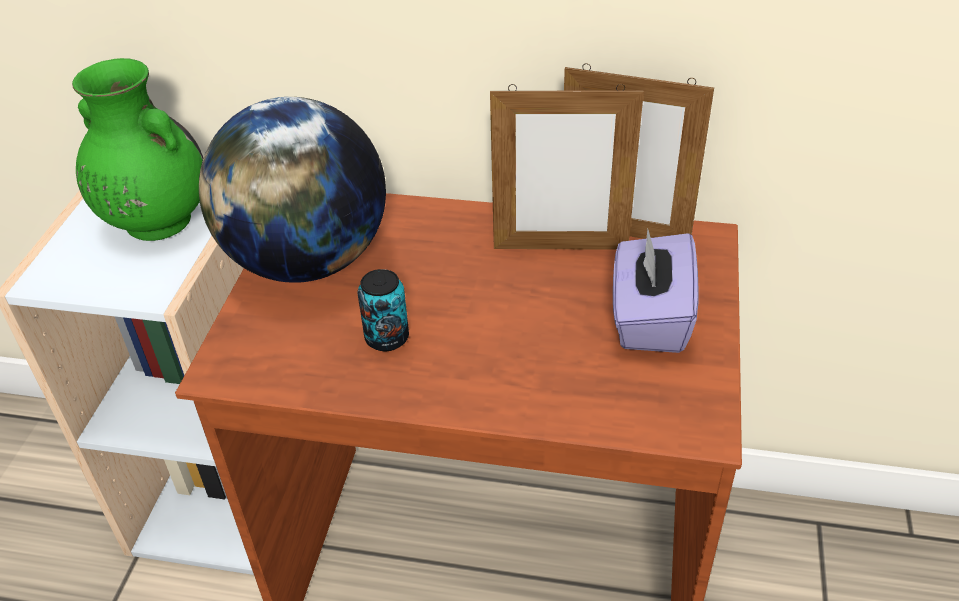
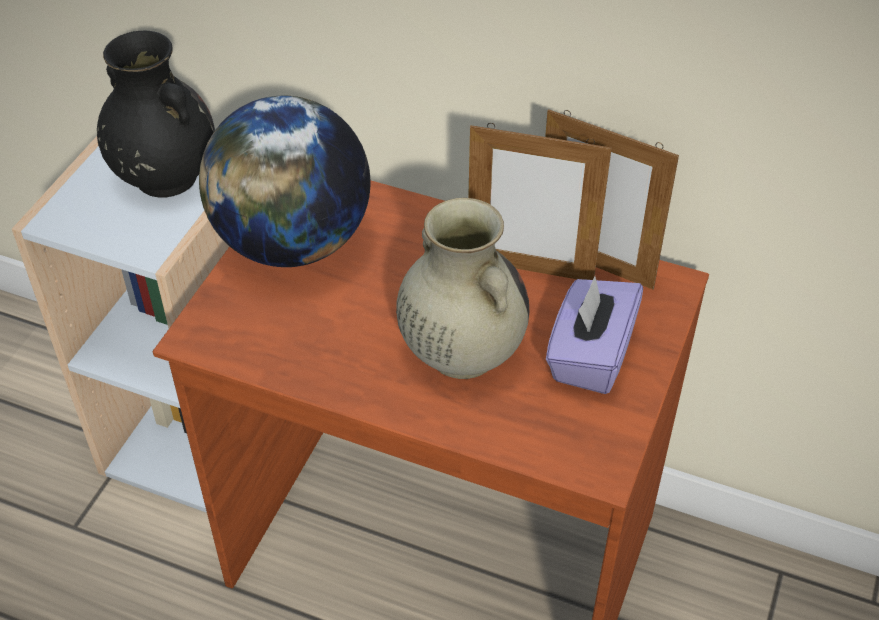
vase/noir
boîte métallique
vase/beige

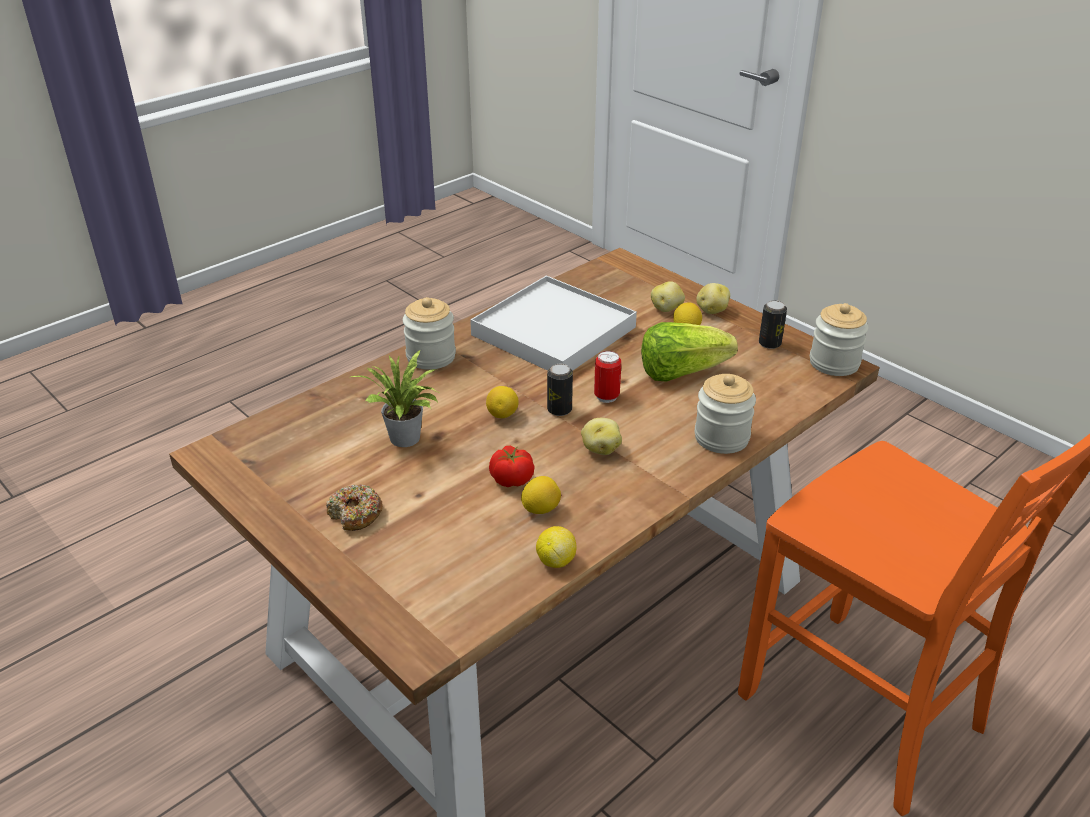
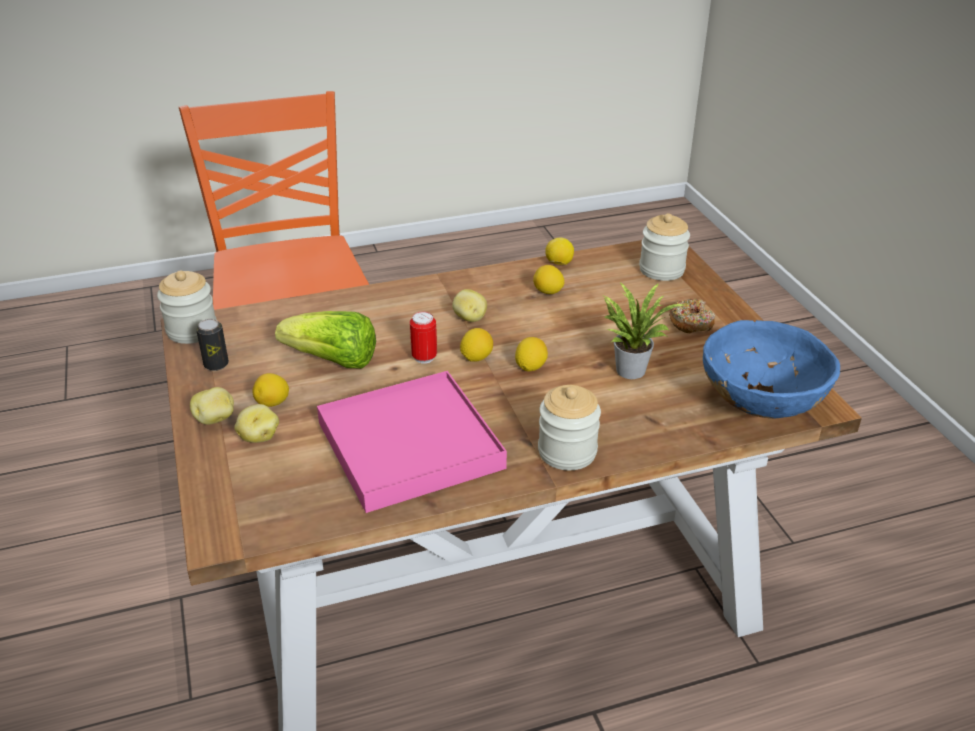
plateau/rose
tomate
citron (no. 2 from left)
bocal (no. 3 from left)
bol/bleu

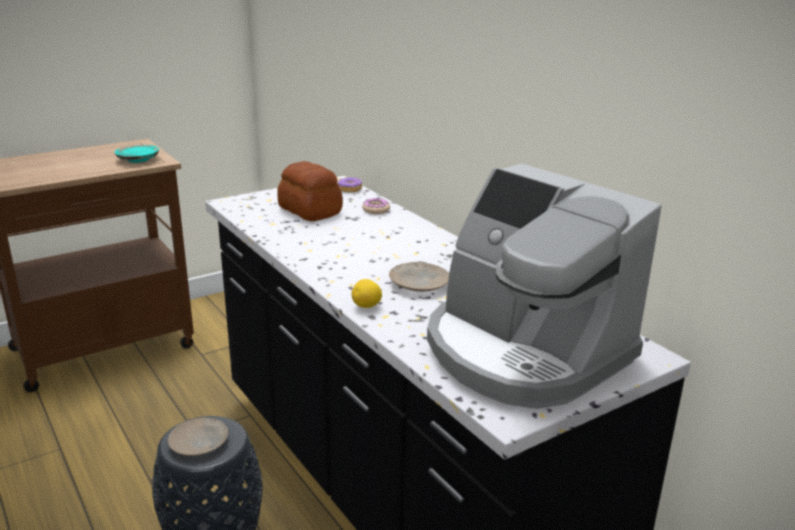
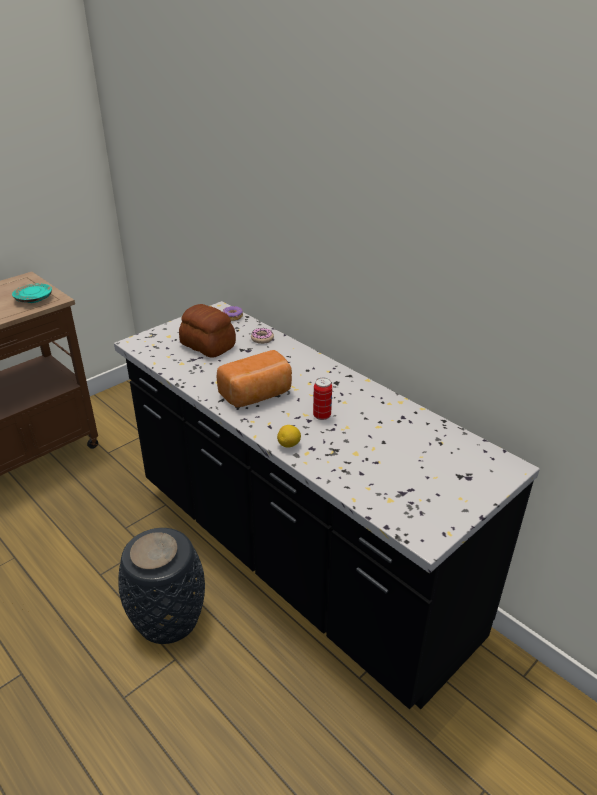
boîte métallique
machine à café
pain (no. 2 from left)

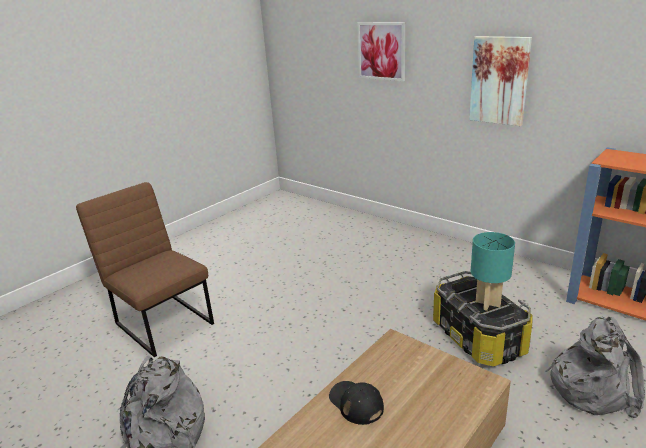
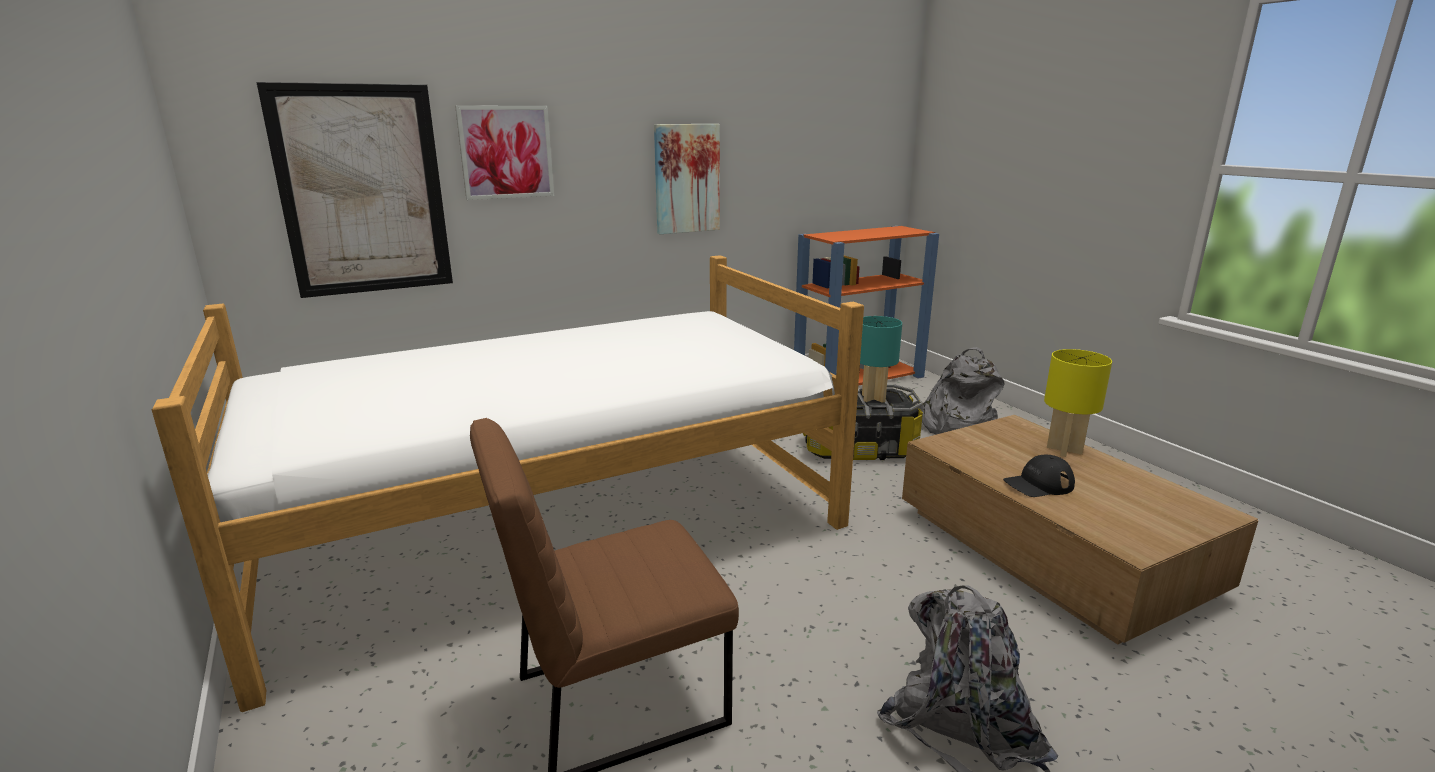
lit
tableau (no. 1 from left)
lampe de table/jaune

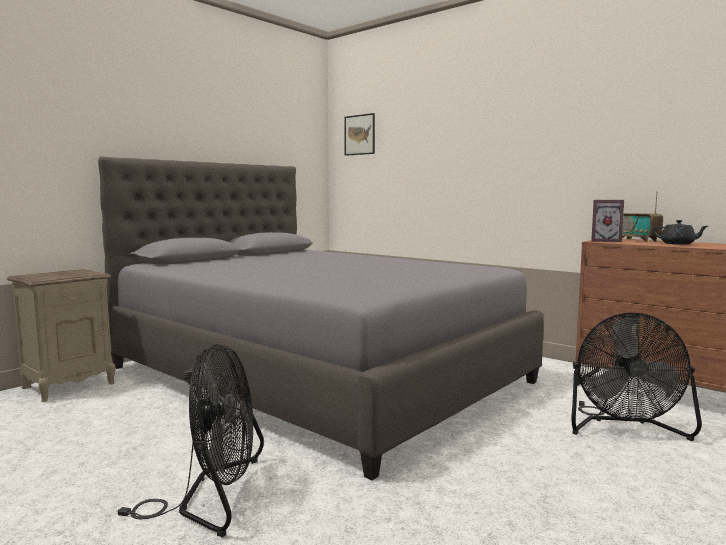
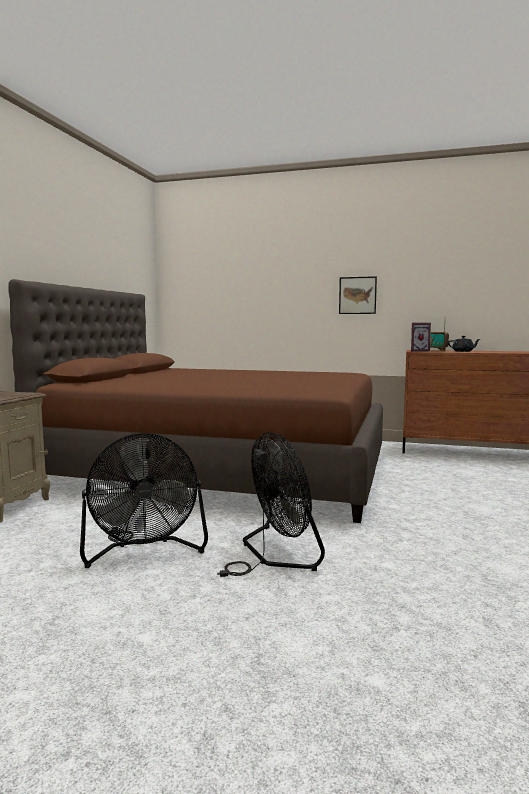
lit/marron
tableau
ventilateur/noir (no. 1 from left)

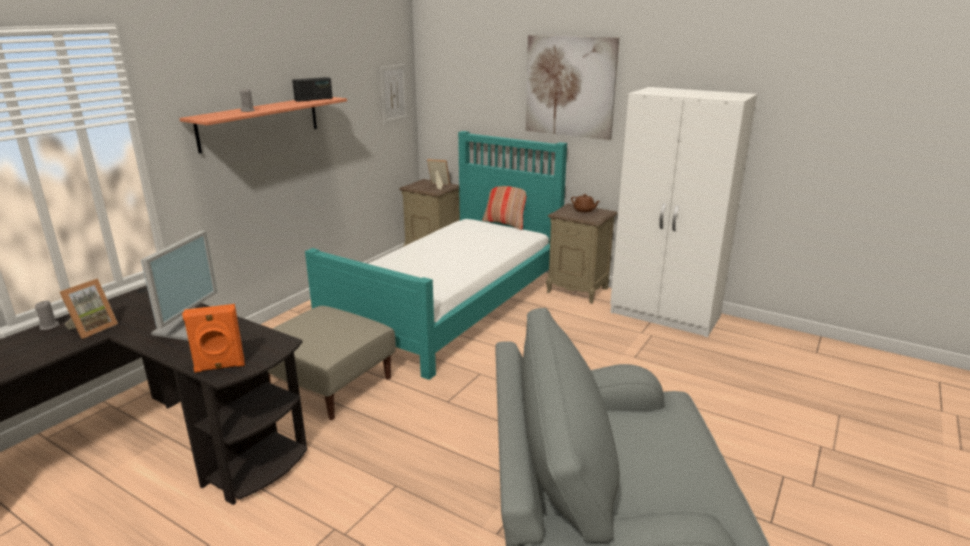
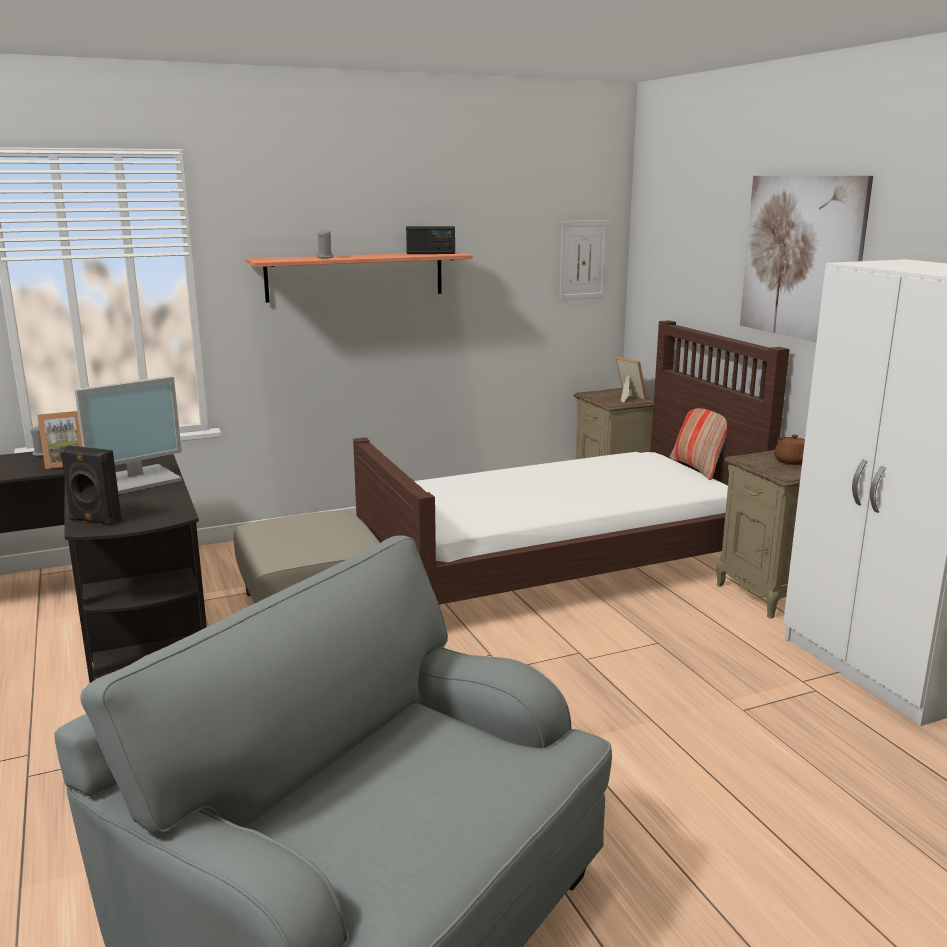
enceinte/noir
lit/marron

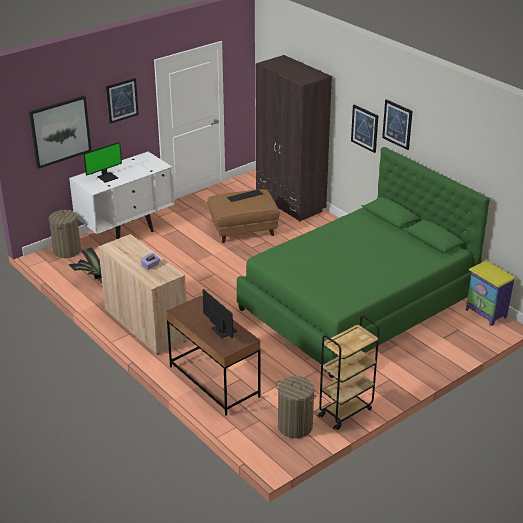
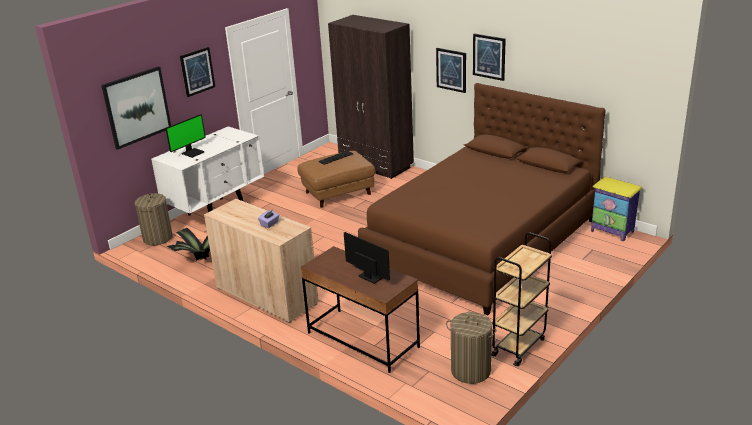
lit/marron

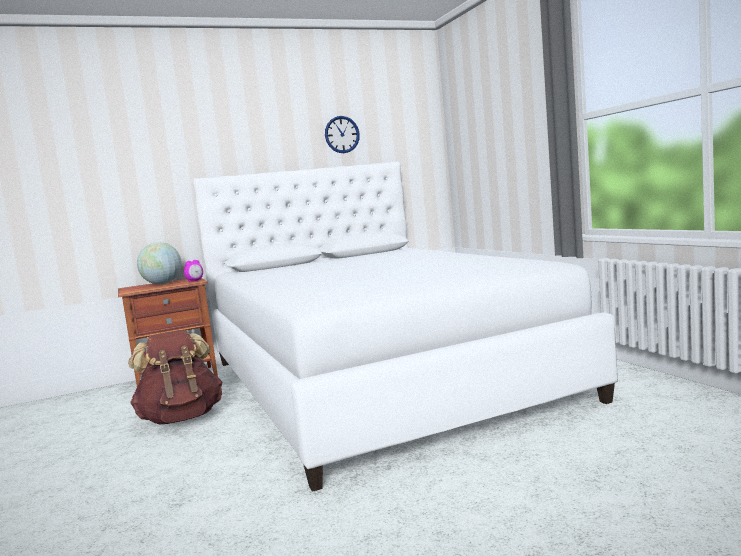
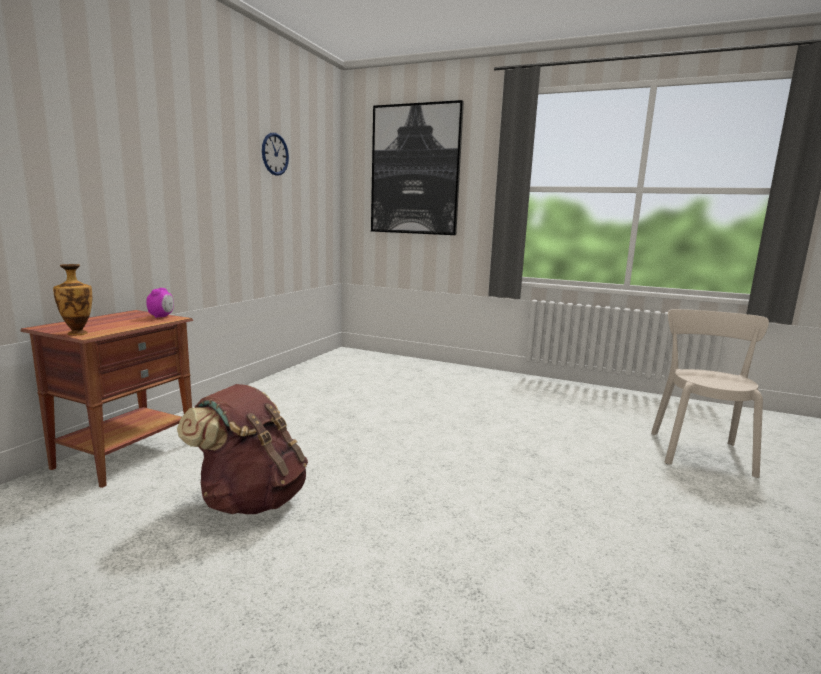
globe
lit/blanc
vase
tableau
chaise/beige

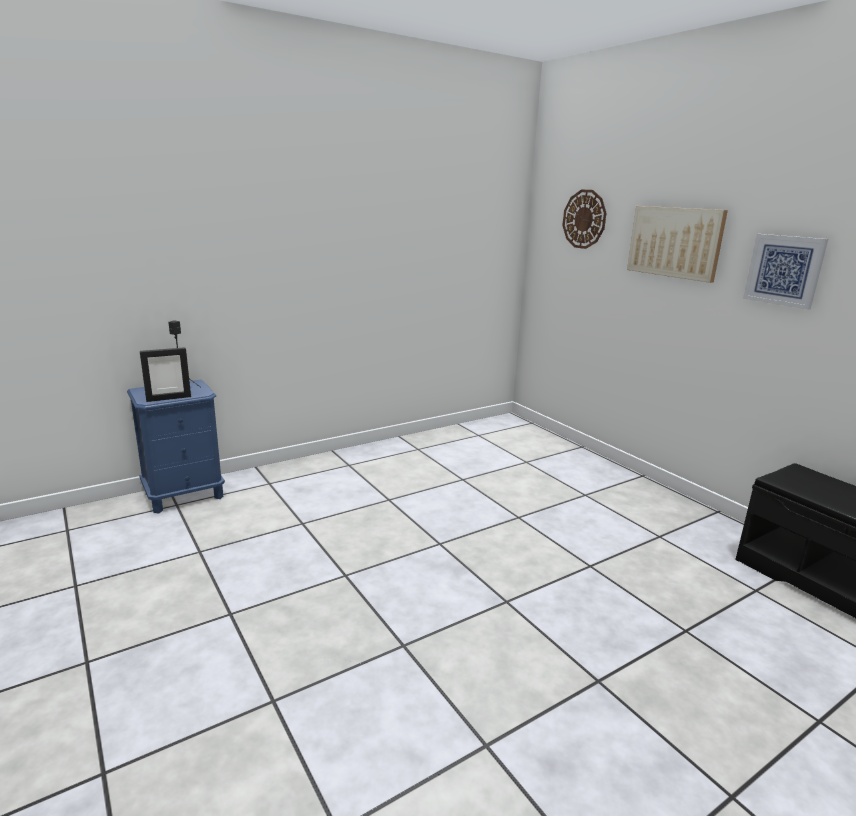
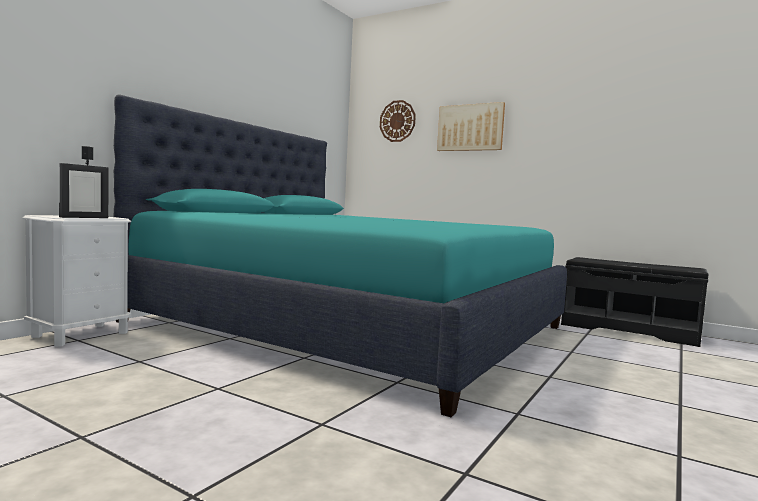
table de chevet/blanc
tableau (no. 2 from left in the first image)
lit/turquoise

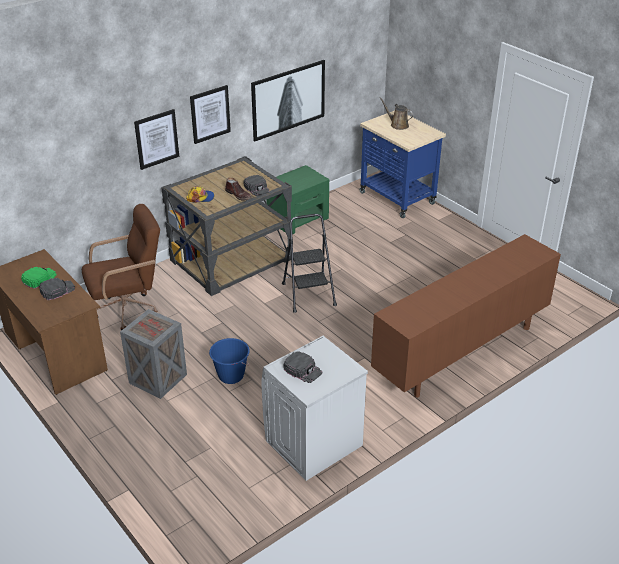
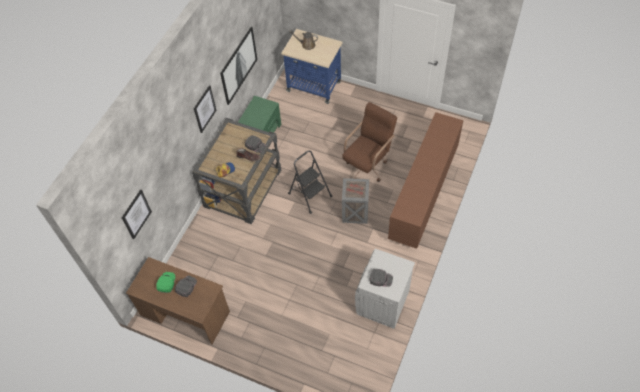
chaise de bureau/marron
caisse
tableau (no. 1 from left)
seau/bleu

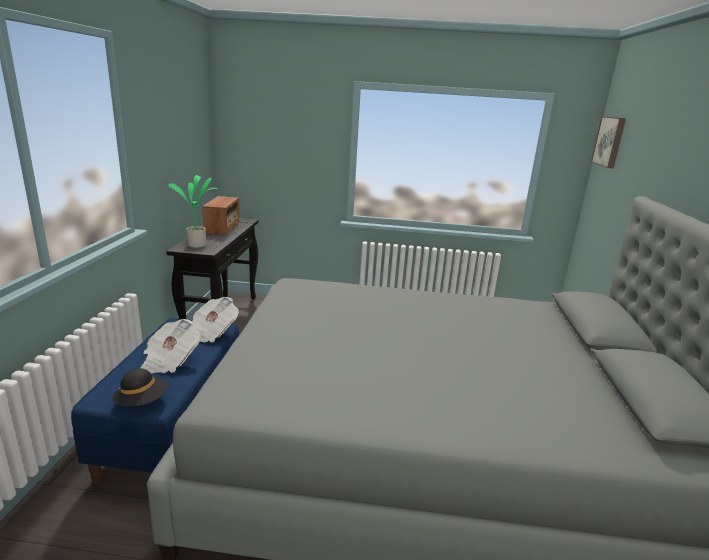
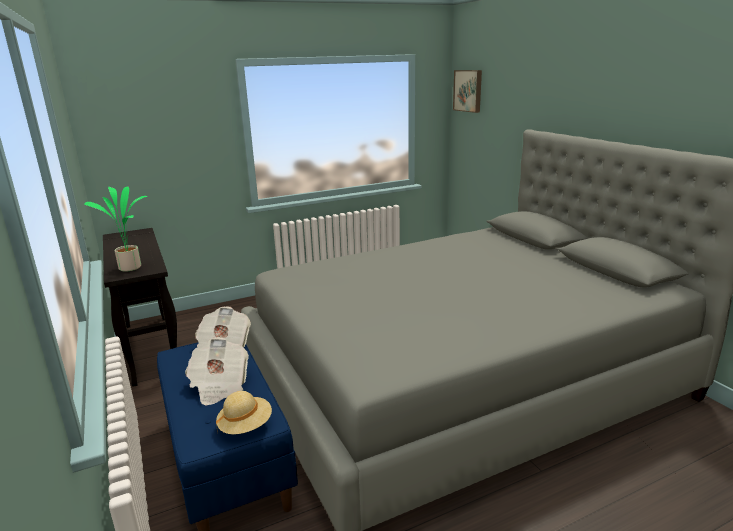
chapeau/beige
radio

